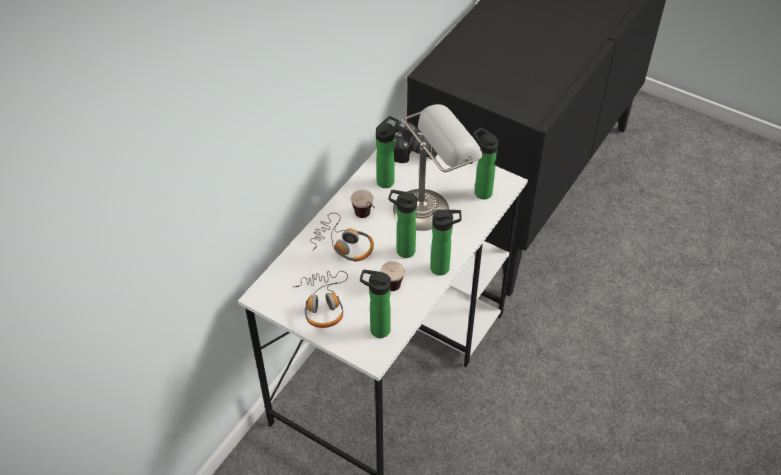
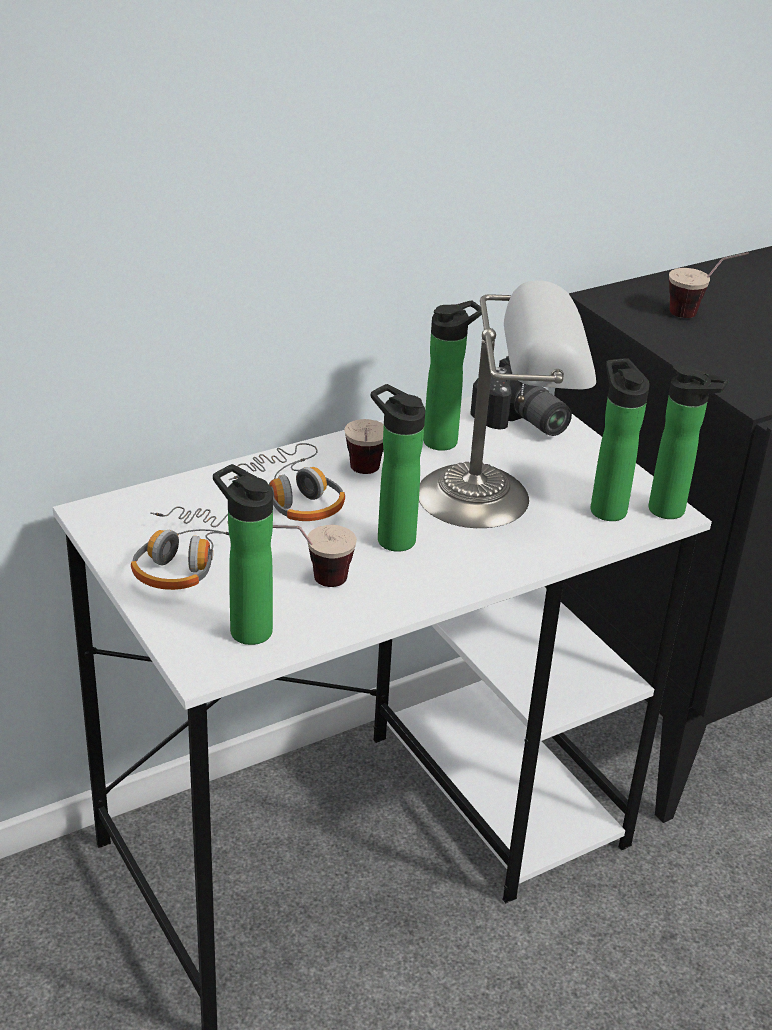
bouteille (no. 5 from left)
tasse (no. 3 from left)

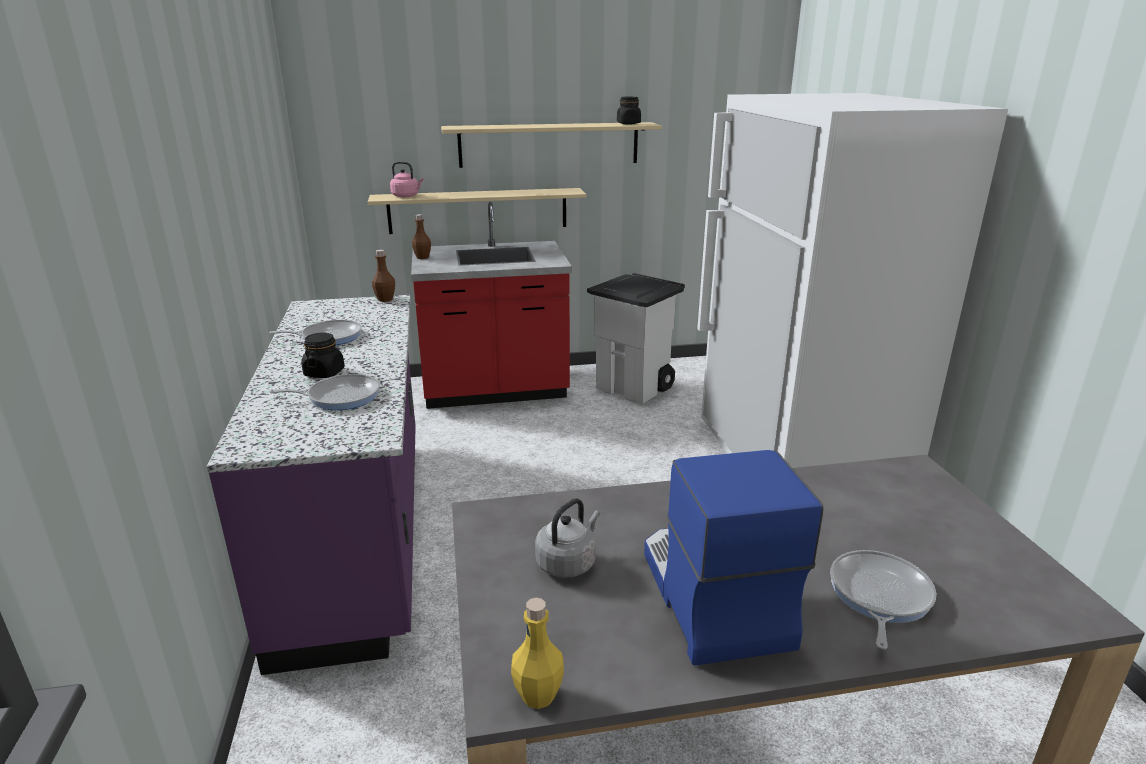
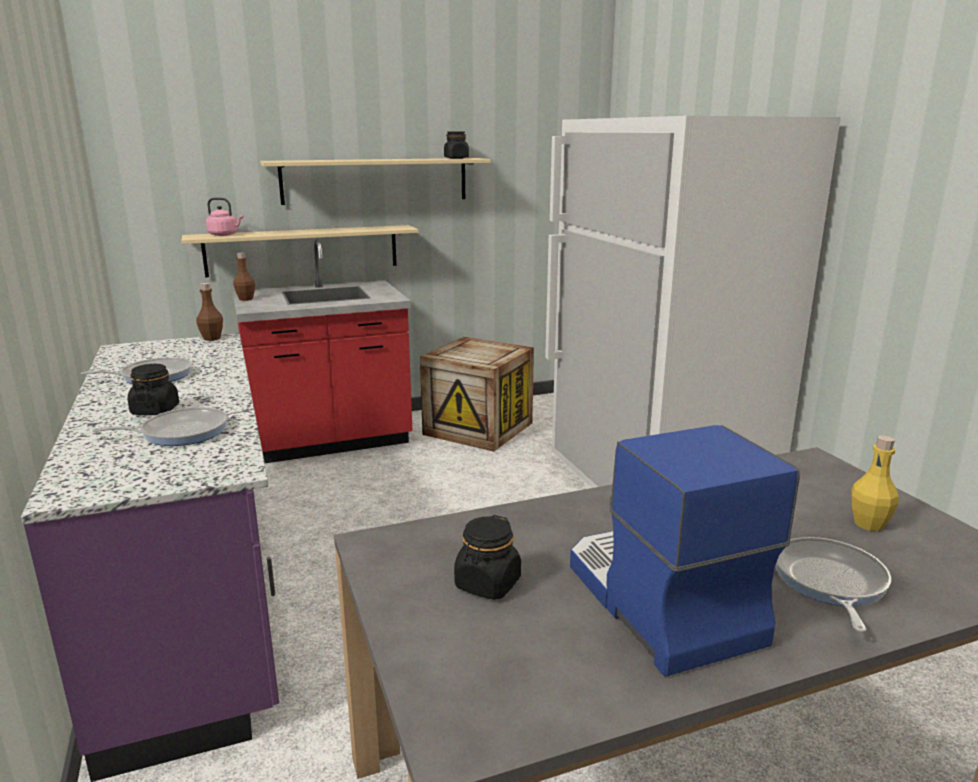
bouteille/jaune
bocal/noir (no. 3 from left)
caisse

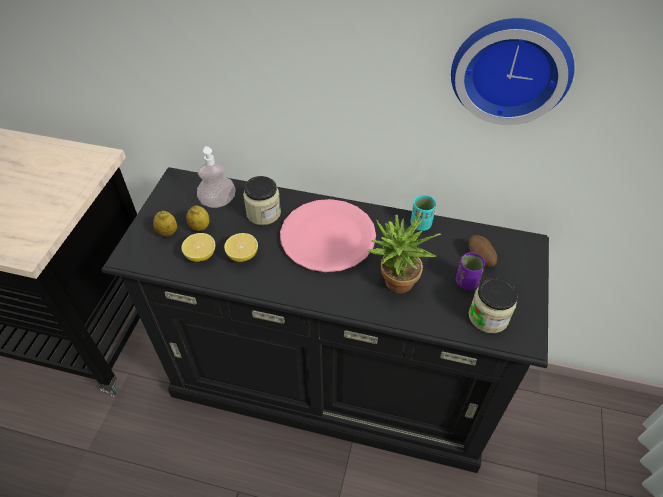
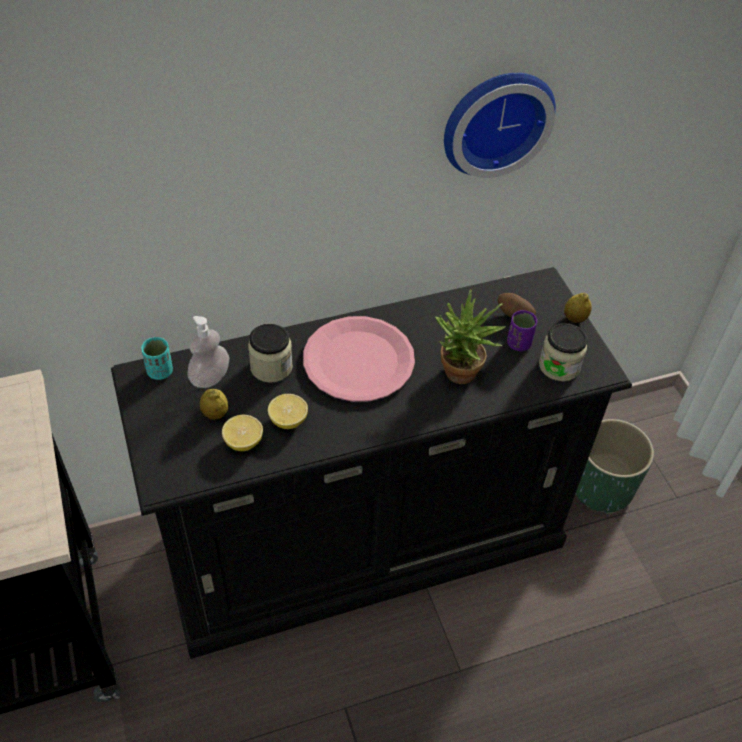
citron (no. 4 from left)
tasse/turquoise
cache-pot/vert

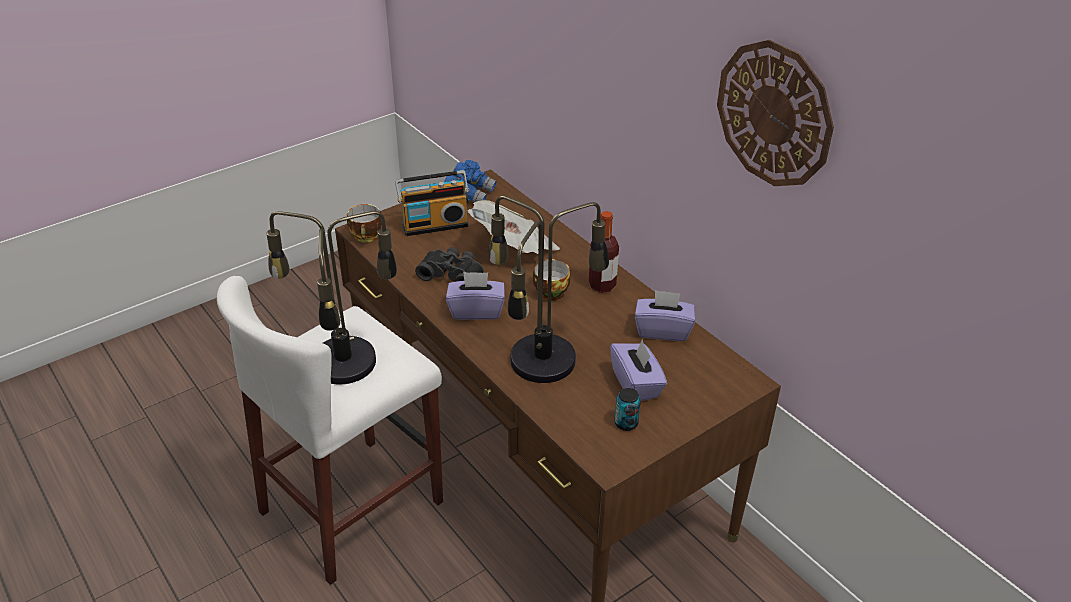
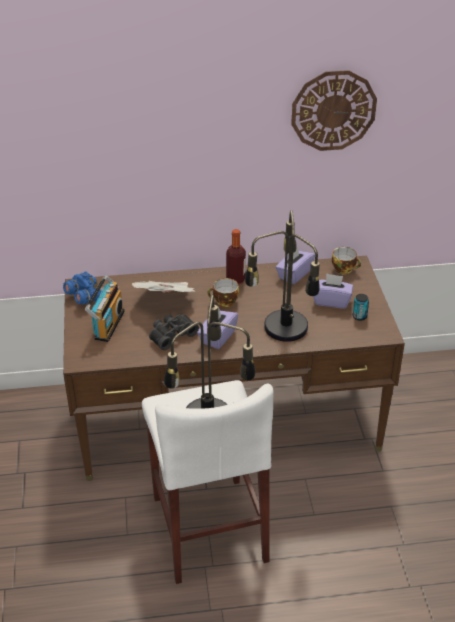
tasse (no. 2 from left)

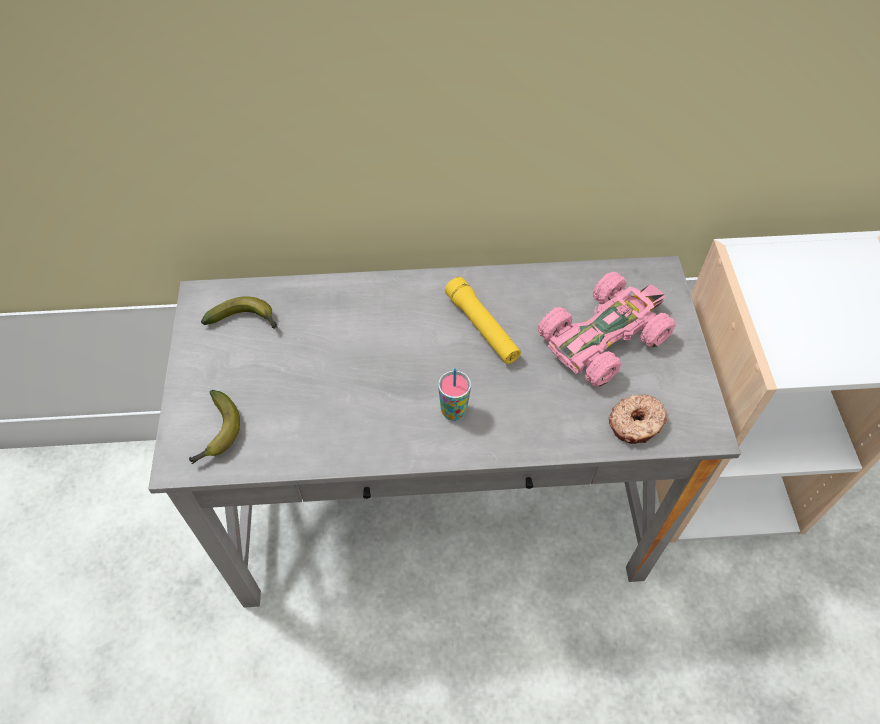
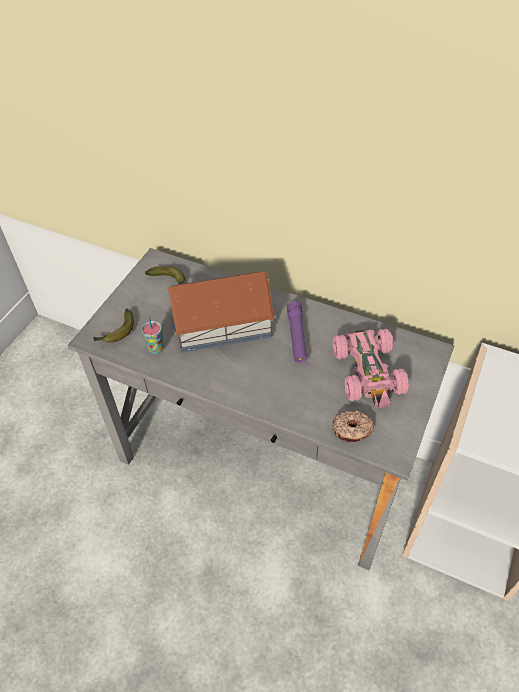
tasse
lampe de poche/violet
petite voiture/rose
maison miniature

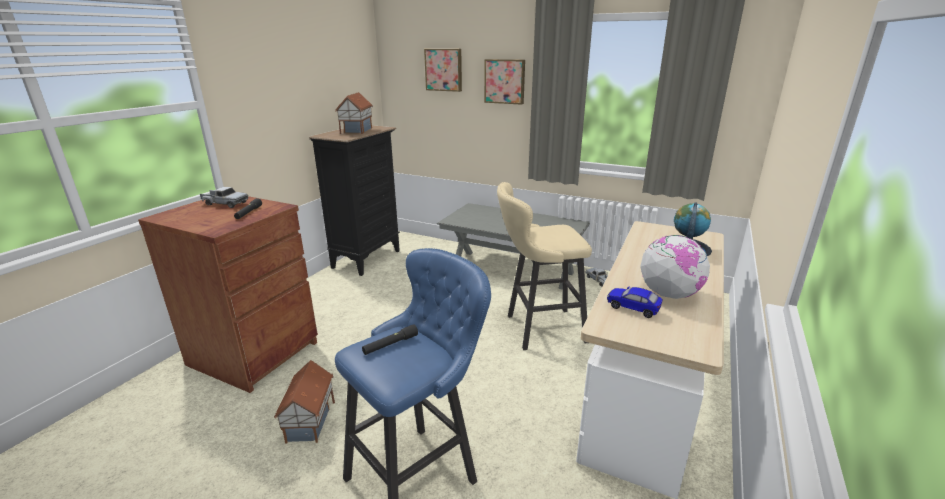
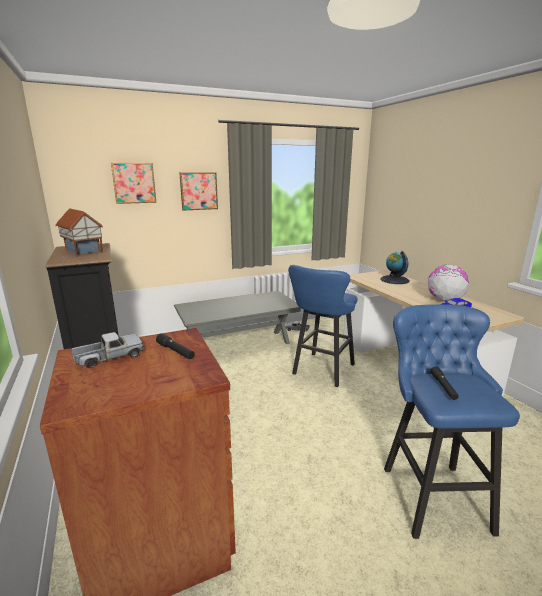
maison miniature (no. 1 from left in the first image)
tabouret/bleu (no. 1 from left)

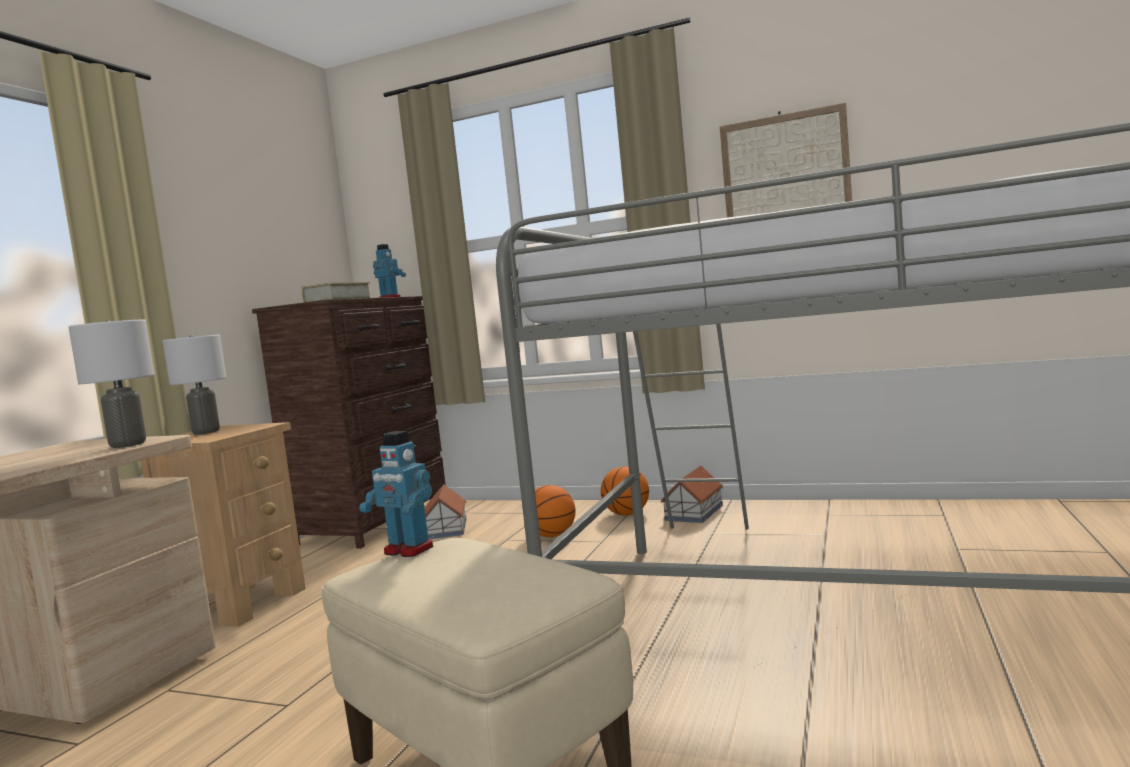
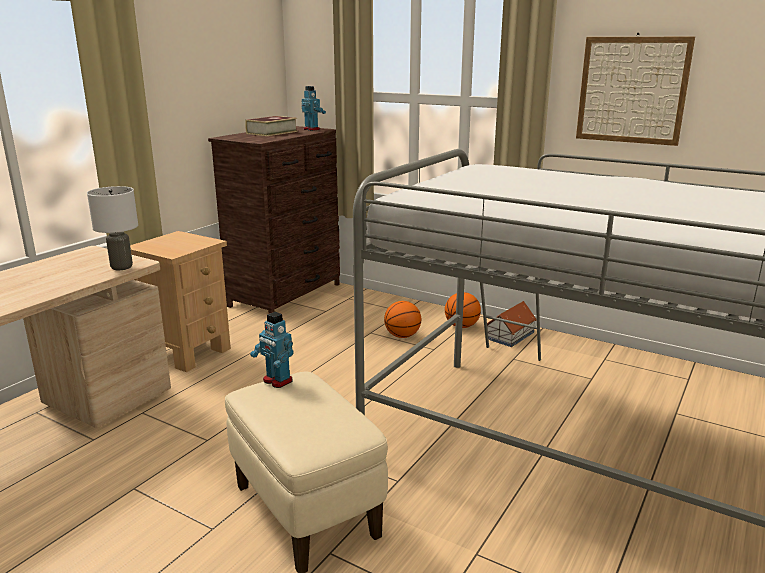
lampe de table/blanc (no. 2 from left in the first image)
maison miniature (no. 1 from left in the first image)

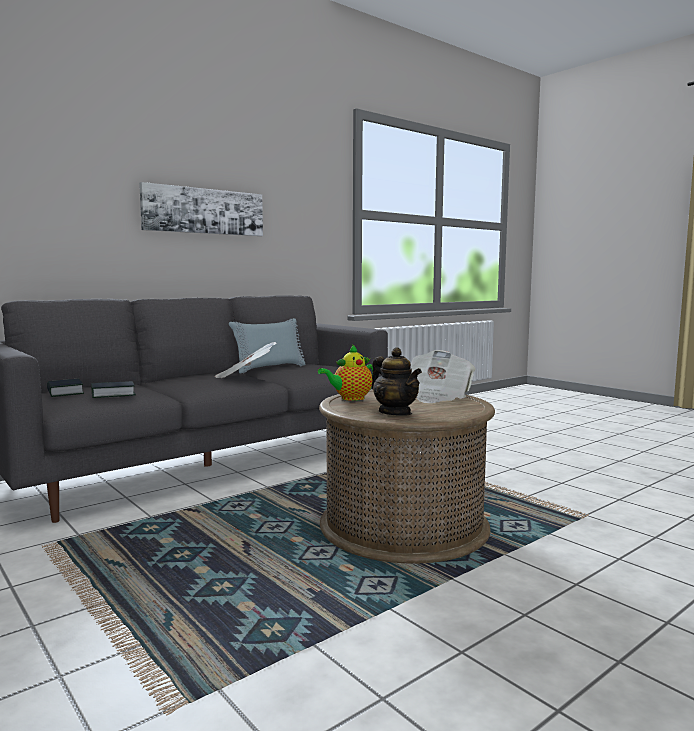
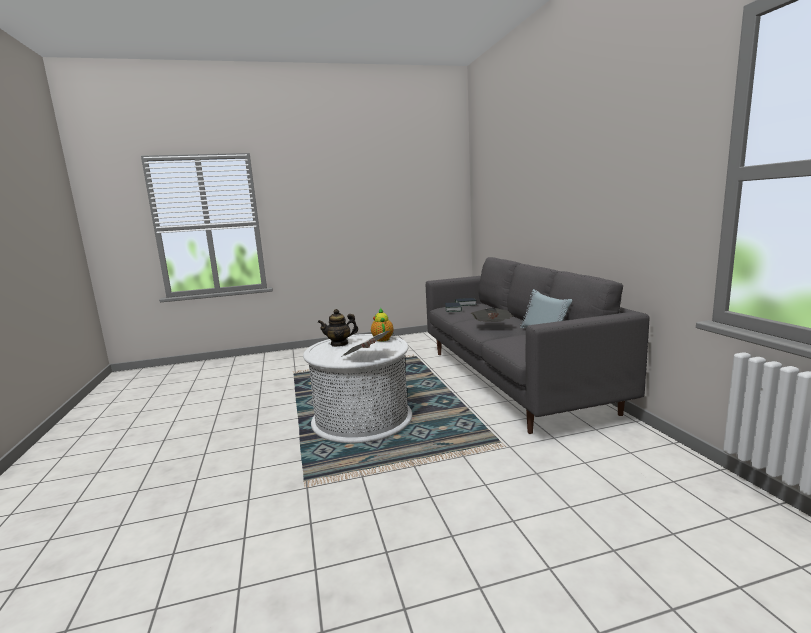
tableau
table basse/blanc

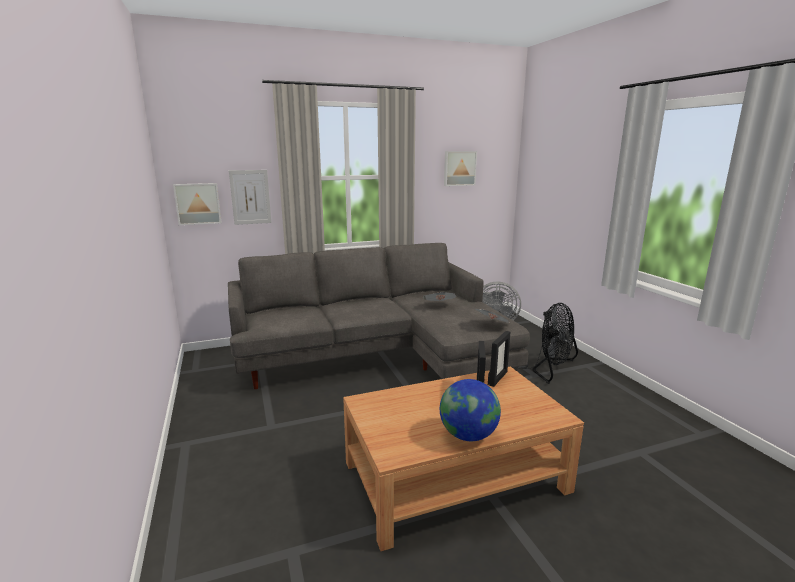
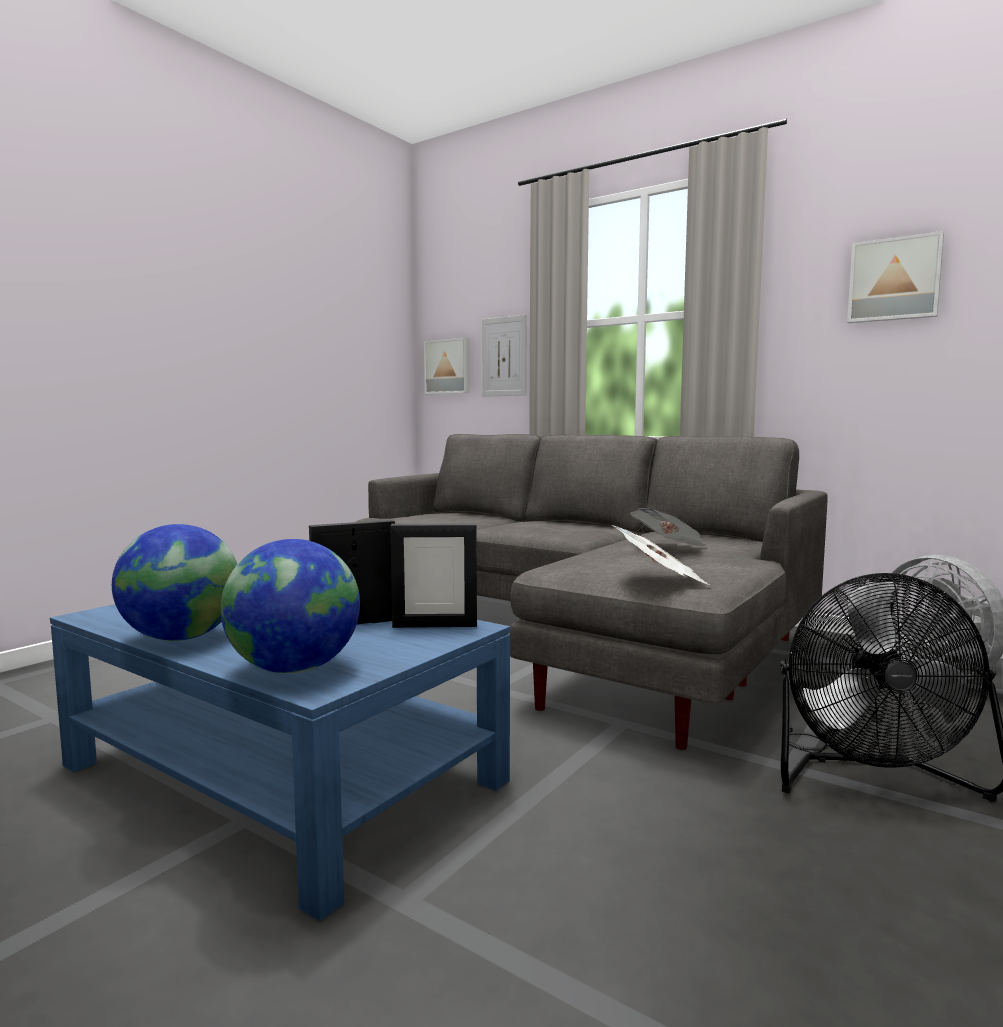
table basse/bleu
globe (no. 2 from left)

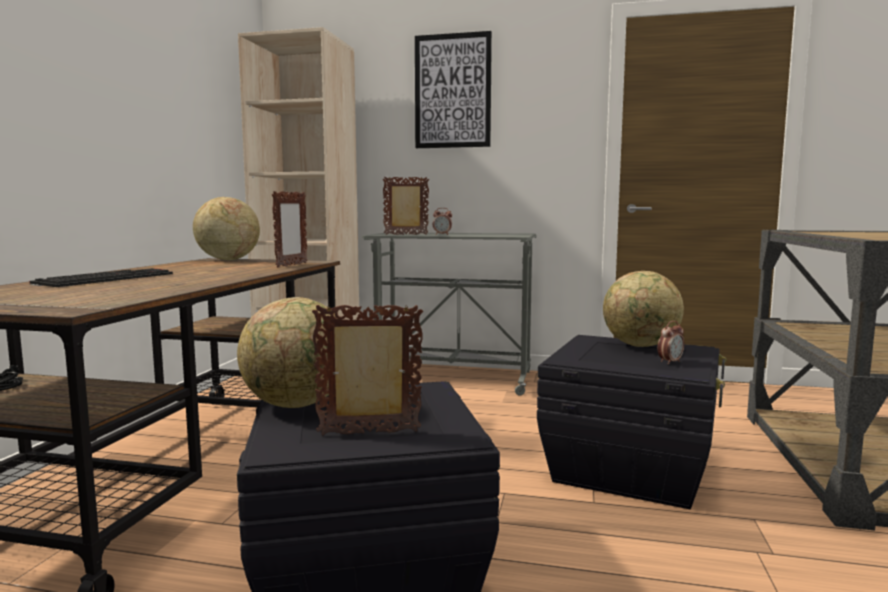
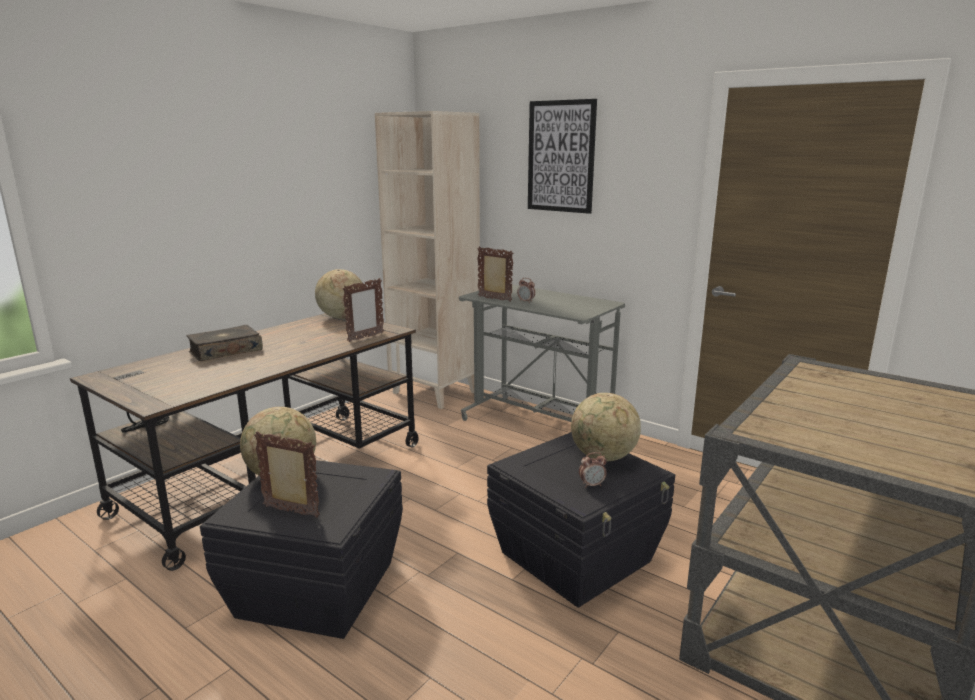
livre

